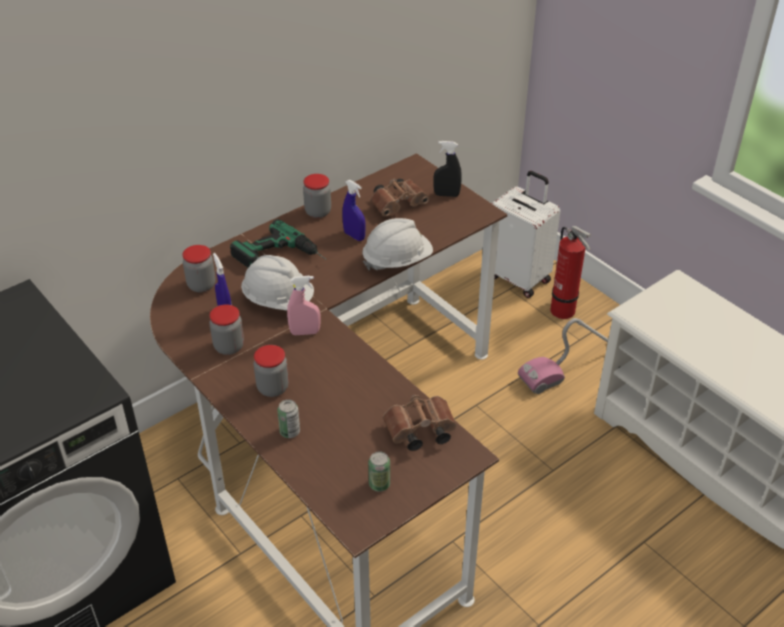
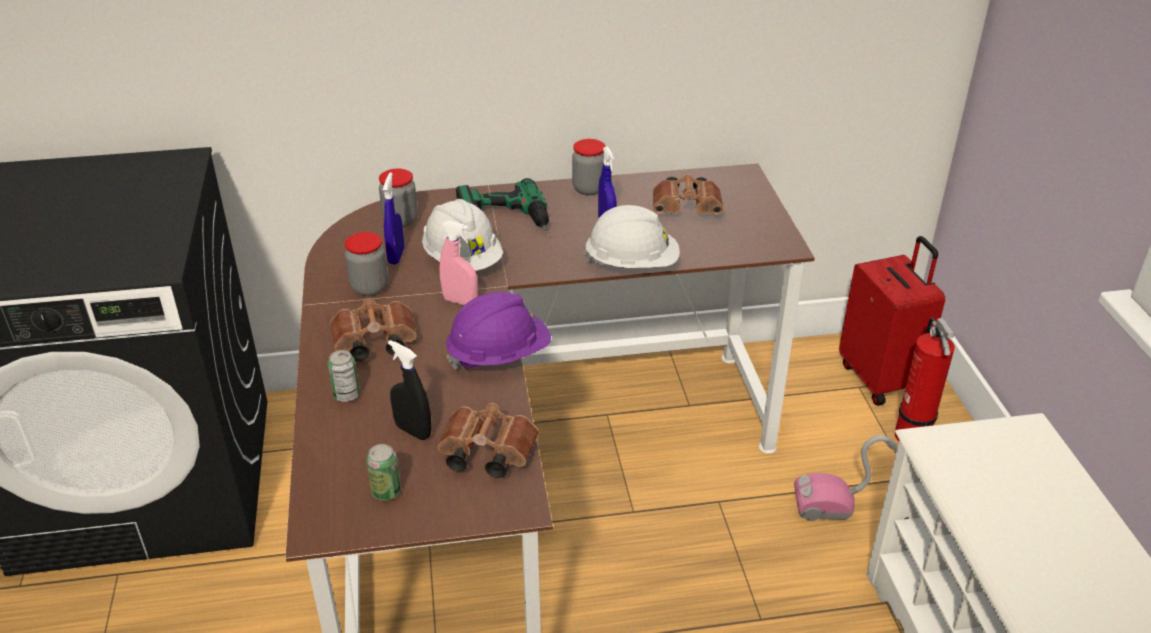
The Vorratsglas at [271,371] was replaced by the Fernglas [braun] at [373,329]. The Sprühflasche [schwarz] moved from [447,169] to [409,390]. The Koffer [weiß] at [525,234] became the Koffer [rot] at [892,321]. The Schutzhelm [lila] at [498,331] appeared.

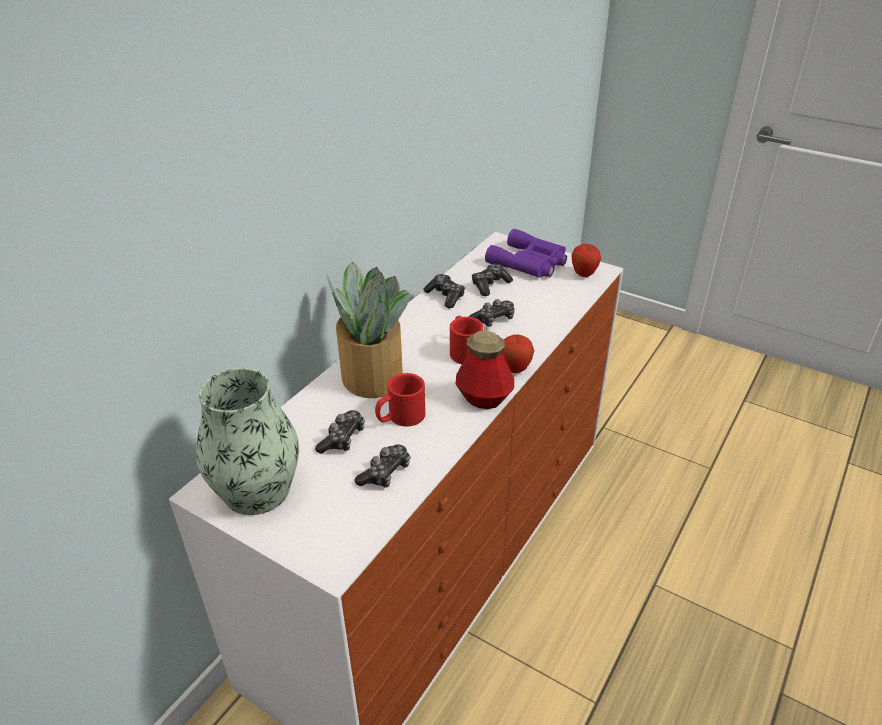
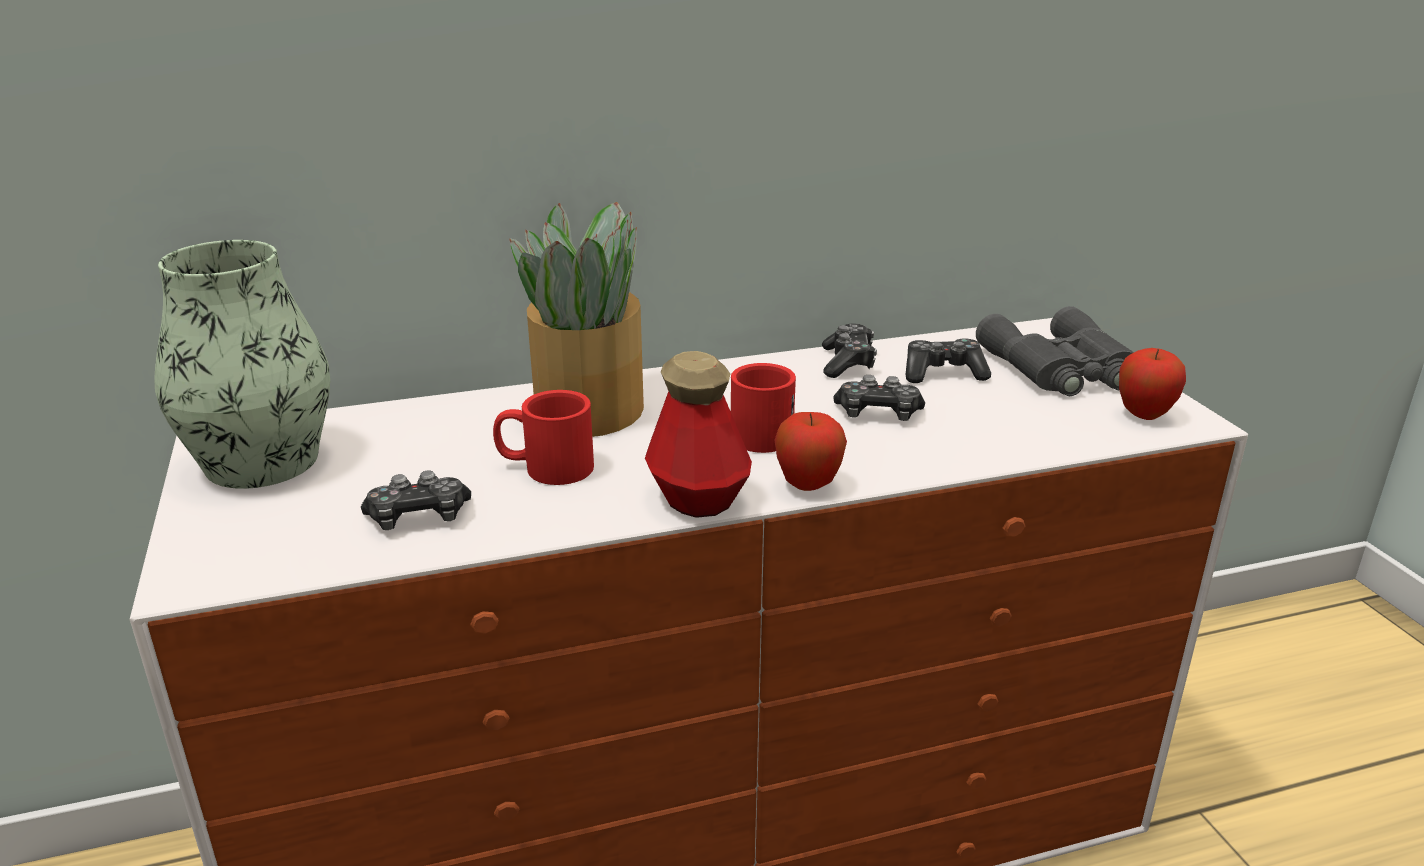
The Gamepad at [340,432] disappeared. The Fernglas [lila] at [526,253] became the Fernglas [grau] at [1055,351].

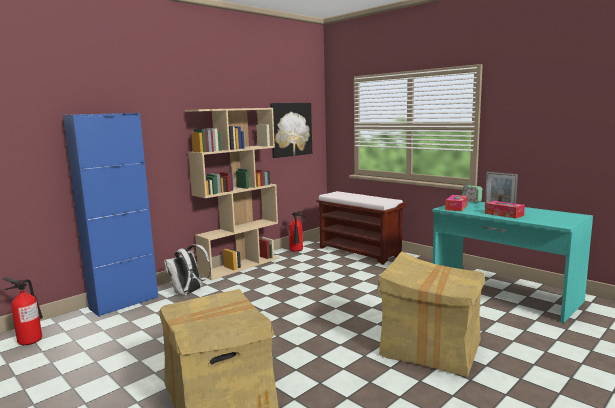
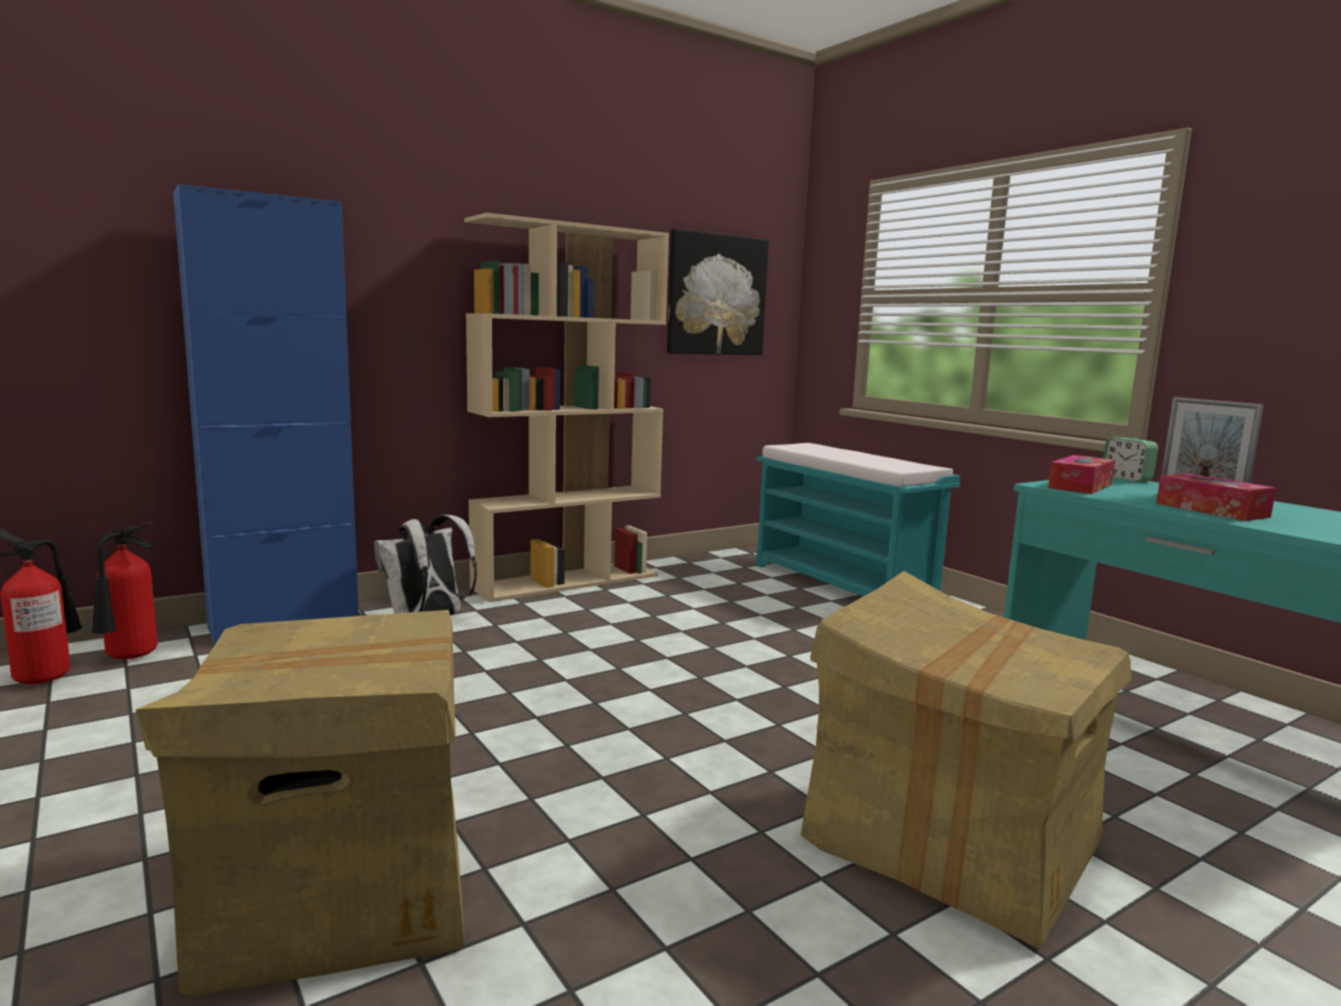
The Feuerlöscher moved from [298,230] to [124,590]. The Bank [braun] at [361,228] became the Bank [türkis] at [858,519].

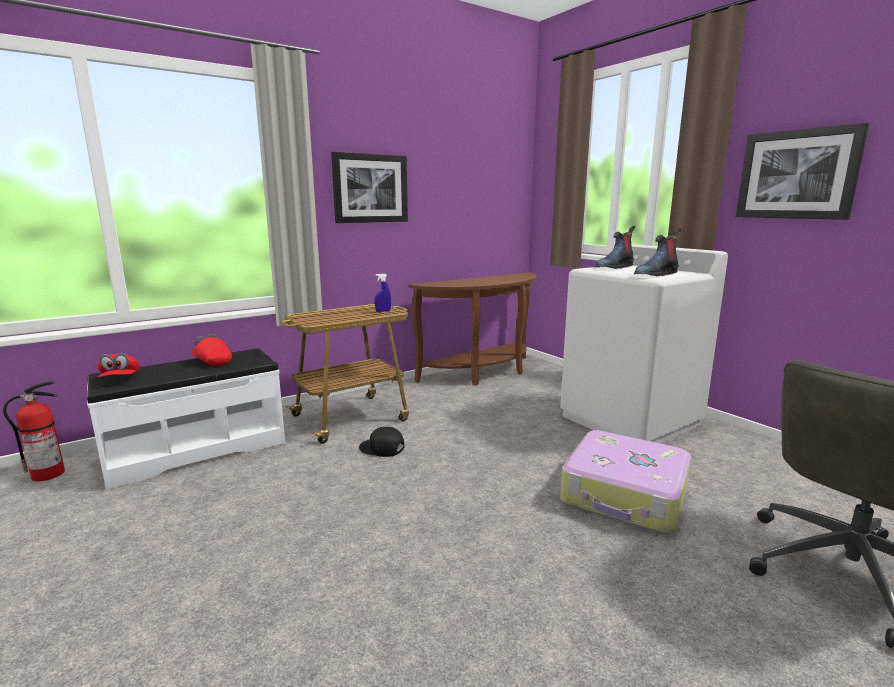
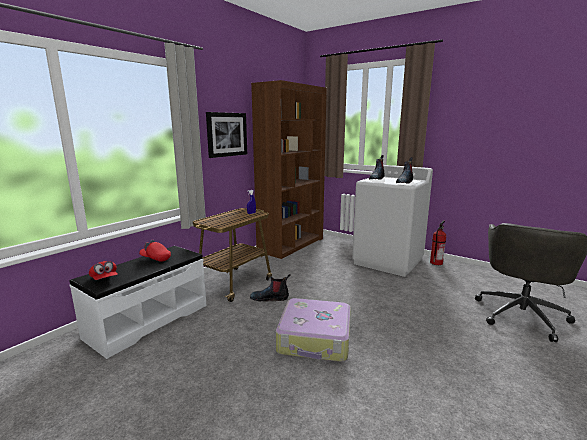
The Feuerlöscher moved from [34,431] to [438,242]. The Kappe [schwarz] at [381,442] was replaced by the Stiefel at [270,287]. The Konsolentisch [braun] at [473,329] was replaced by the Bücherregal [braun] at [289,169]. The Koffer moved from [625,481] to [313,330]. The Bild at [802,171] disappeared.

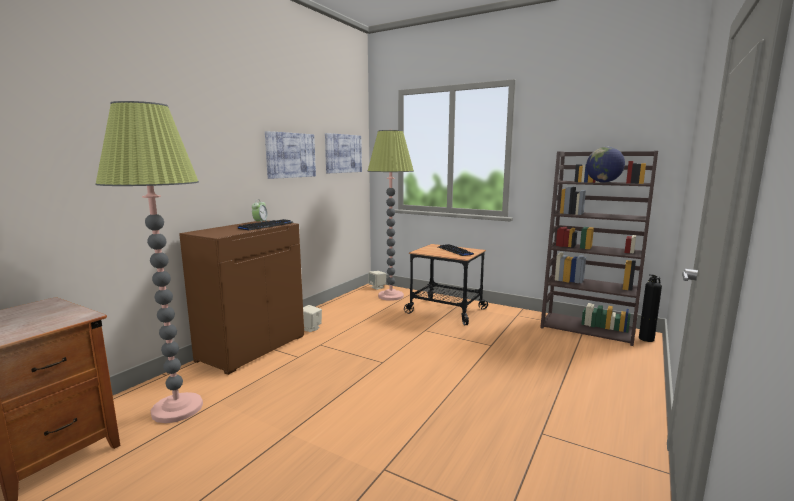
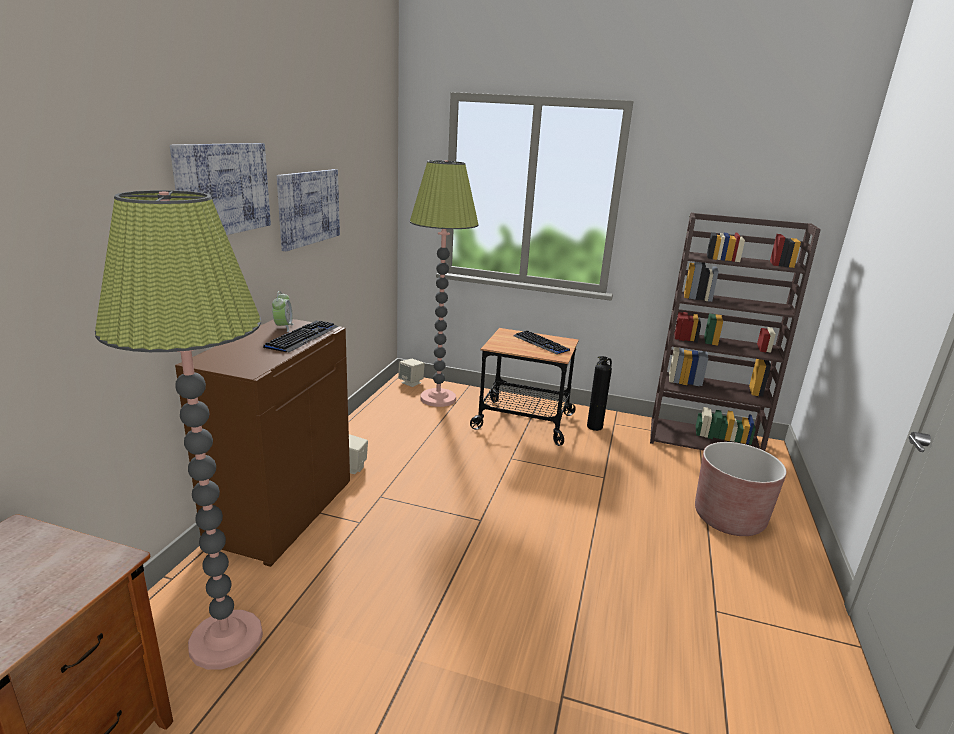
The Bild moved from [343,153] to [220,189]. The Globus at [605,164] disappeared. The Feuerlöscher moved from [650,308] to [599,393]. The Pflanzkübel [braun] at [741,489] appeared.

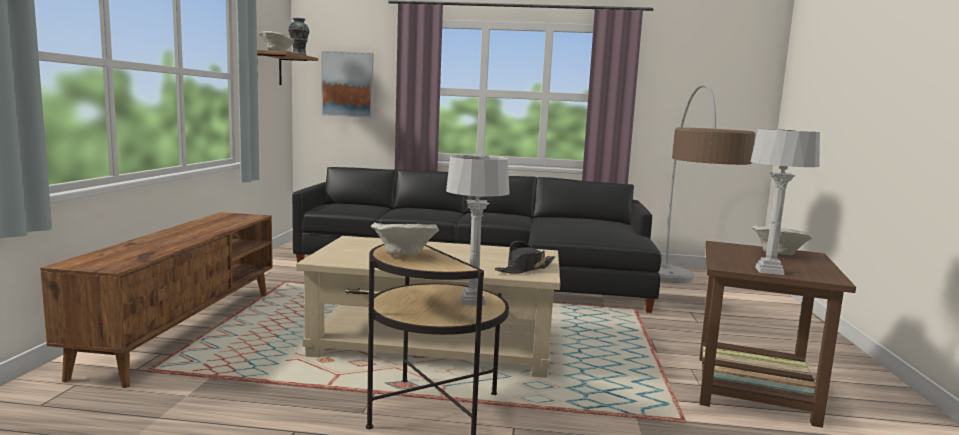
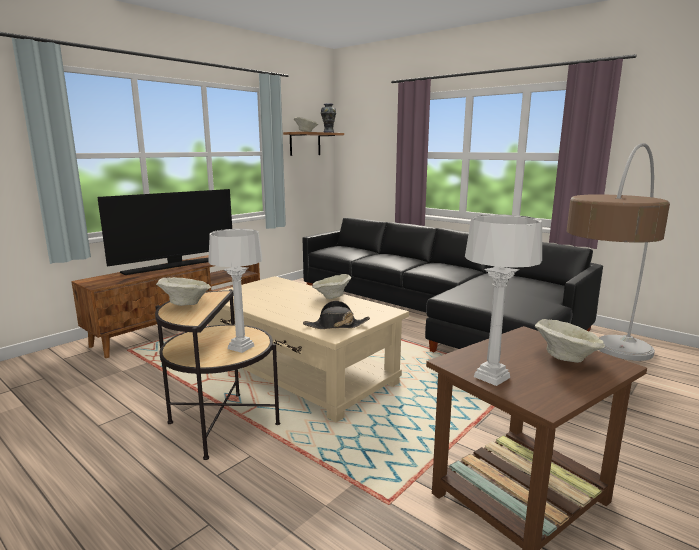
The Bild at [348,84] disappeared. The Fernseher at [164,232] appeared. The Schüssel [beige] at [331,286] appeared.

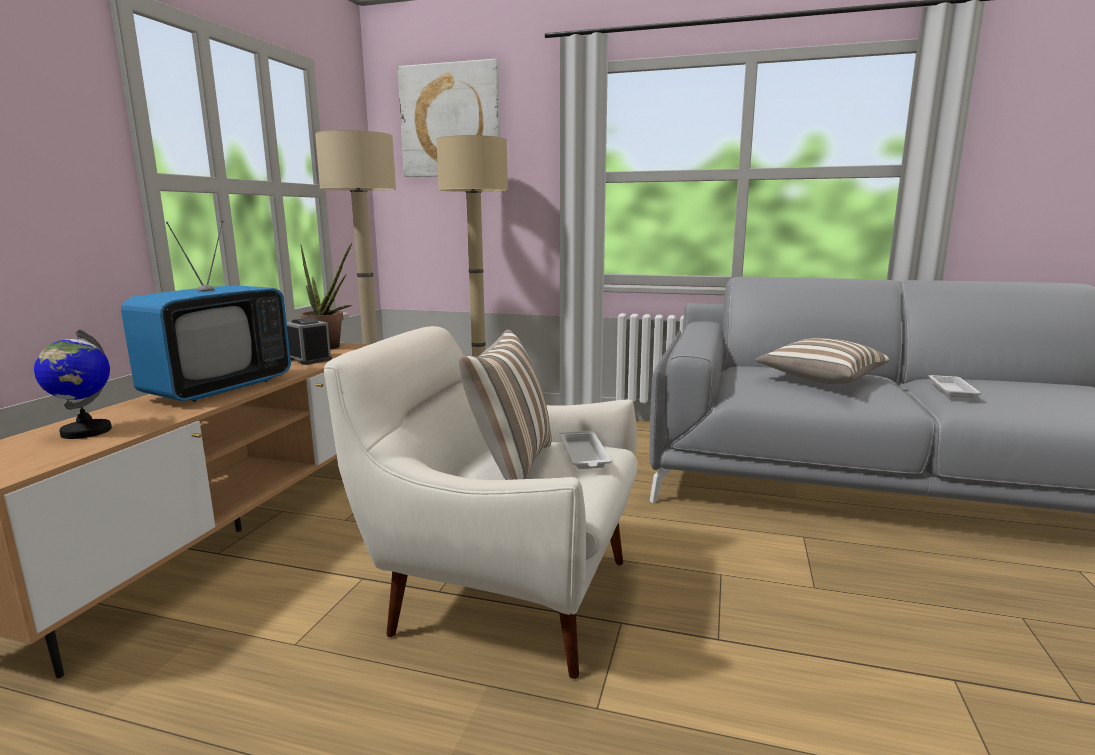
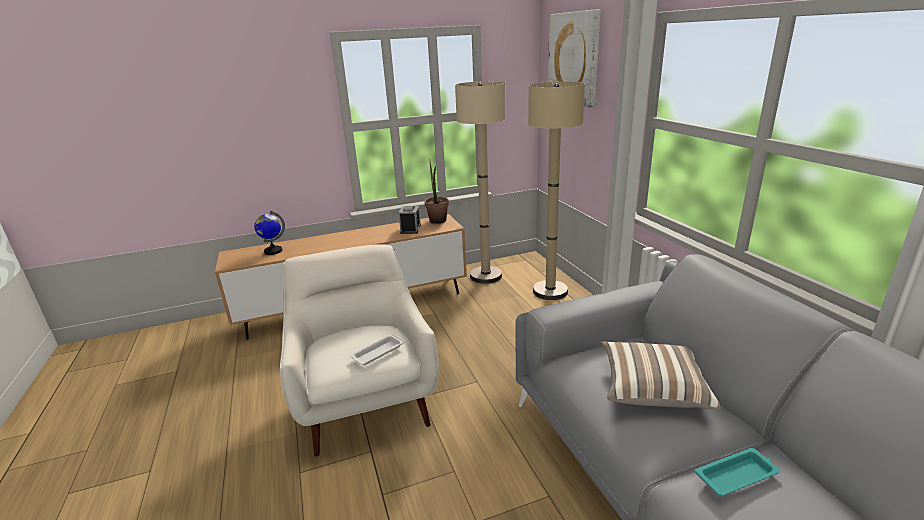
The Fernseher at [206,311] disappeared. The Kissen at [505,404] disappeared. The Tablett [weiß] at [955,386] became the Tablett [türkis] at [737,472].

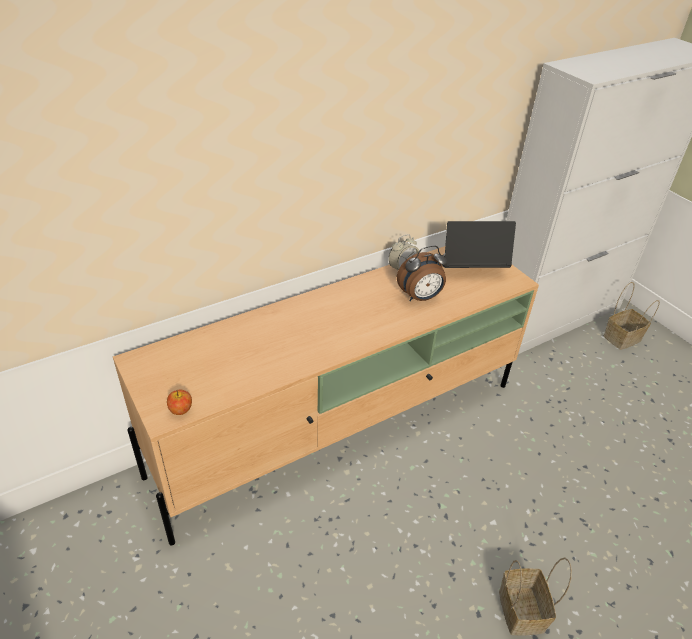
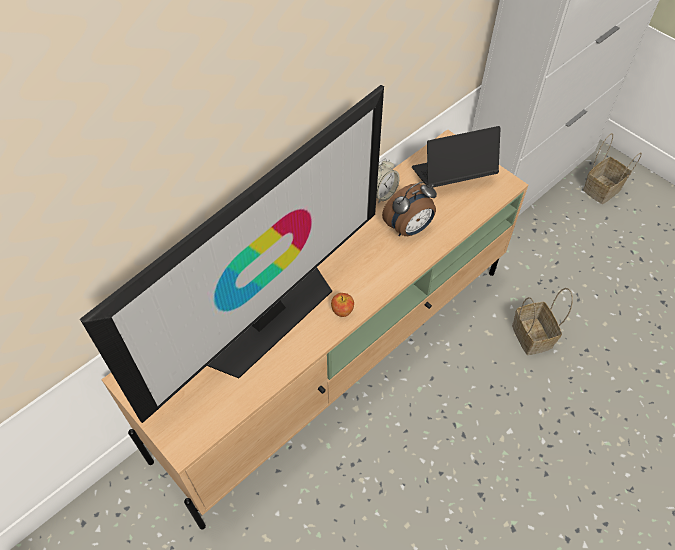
The Apfel moved from [179,402] to [342,305]. The Korb moved from [535,596] to [542,321]. The Fernseher at [232,254] appeared.

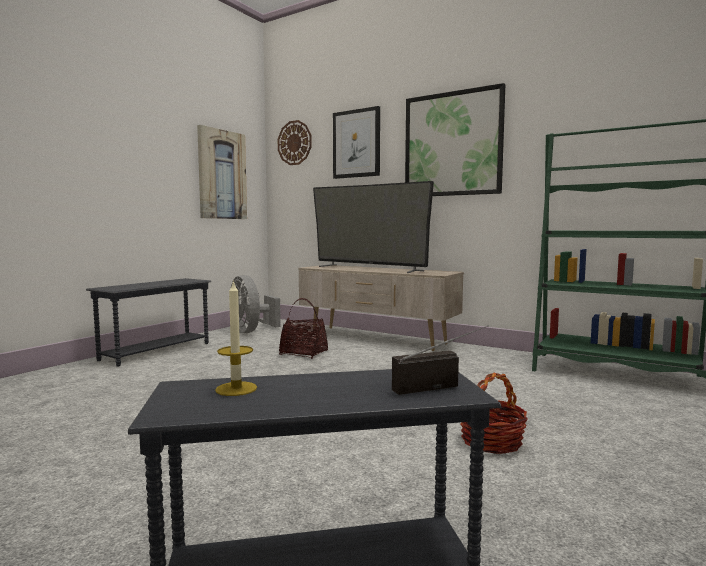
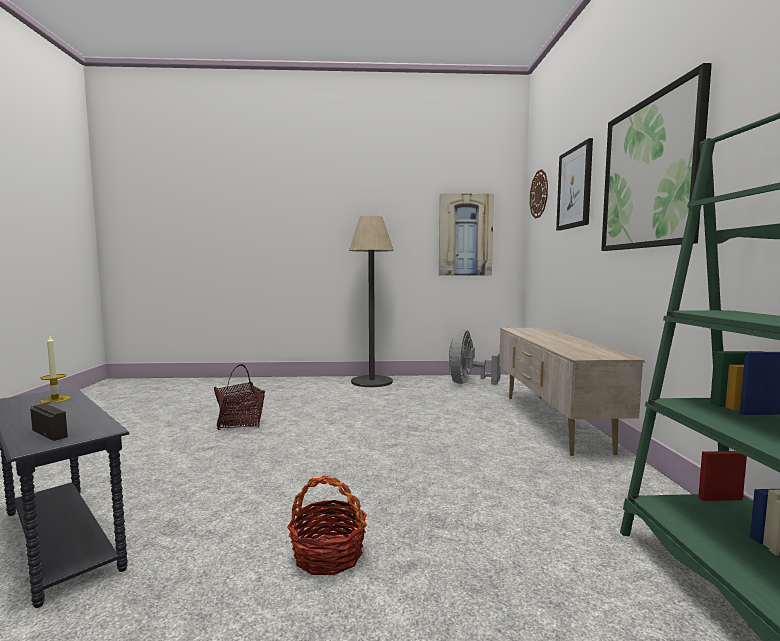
The Beistelltisch [grau] at [148,322] was replaced by the Stehlampe at [371,301]. The Korb moved from [303,328] to [239,397]. The Fernseher at [373,227] disappeared.

